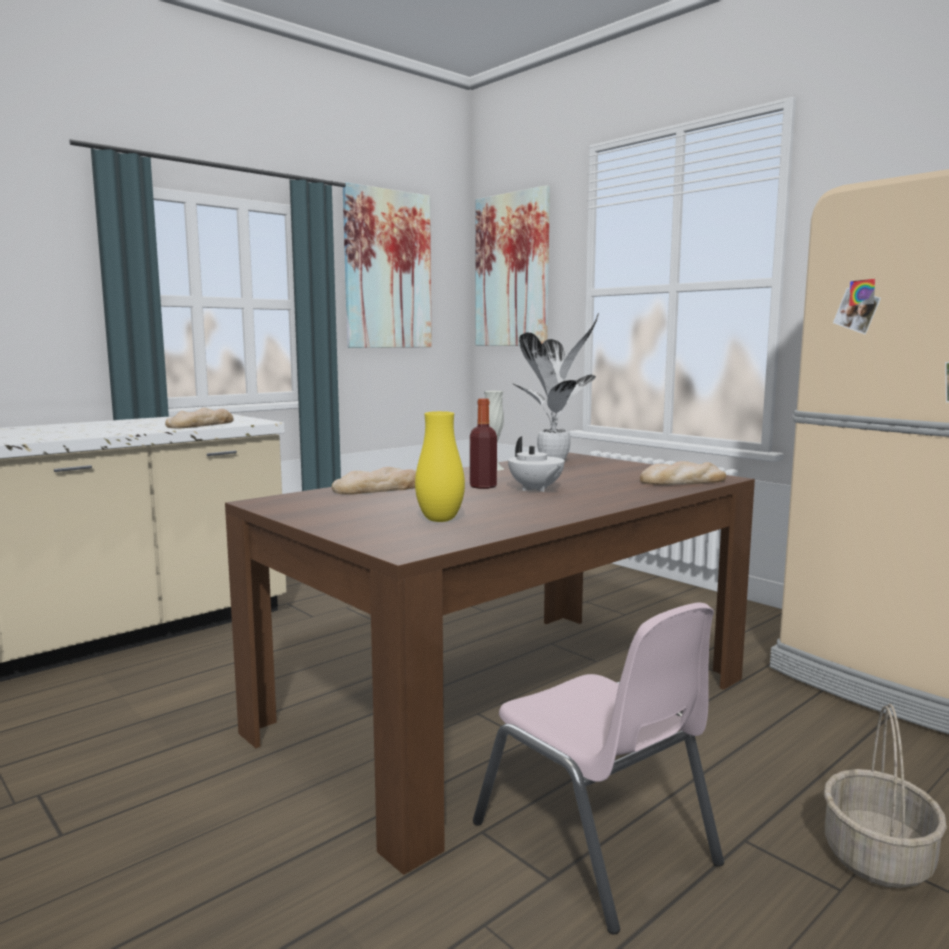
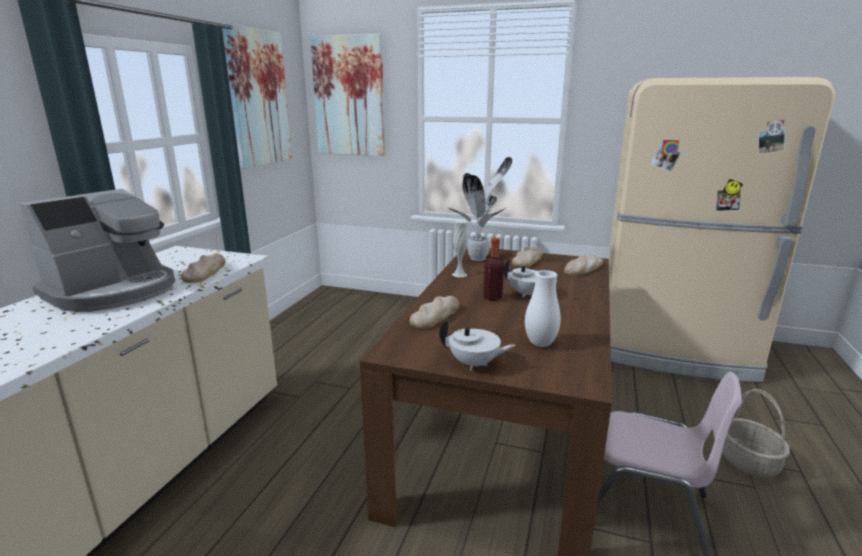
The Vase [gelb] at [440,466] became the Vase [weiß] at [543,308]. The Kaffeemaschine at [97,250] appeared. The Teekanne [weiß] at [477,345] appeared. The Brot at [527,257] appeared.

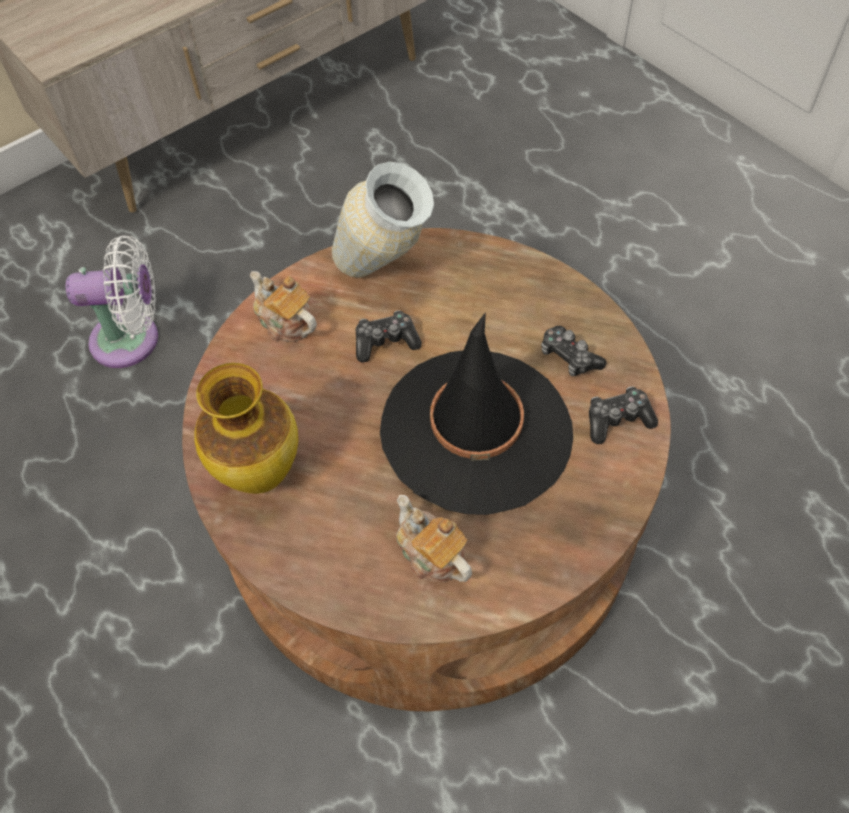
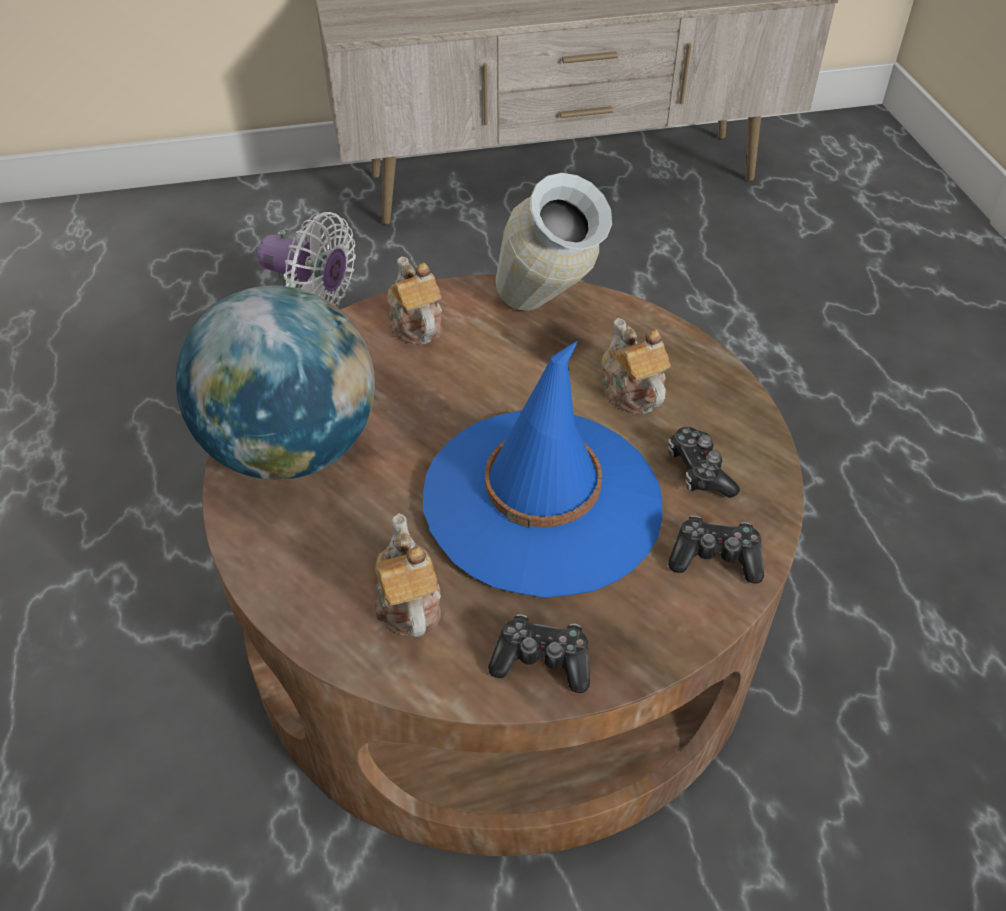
The Vase at [246,428] was replaced by the Globus at [275,382]. The Gamepad moved from [389,336] to [539,653]. The Hut [schwarz] at [476,413] became the Hut [blau] at [542,469]. The Teekanne at [636,366] appeared.

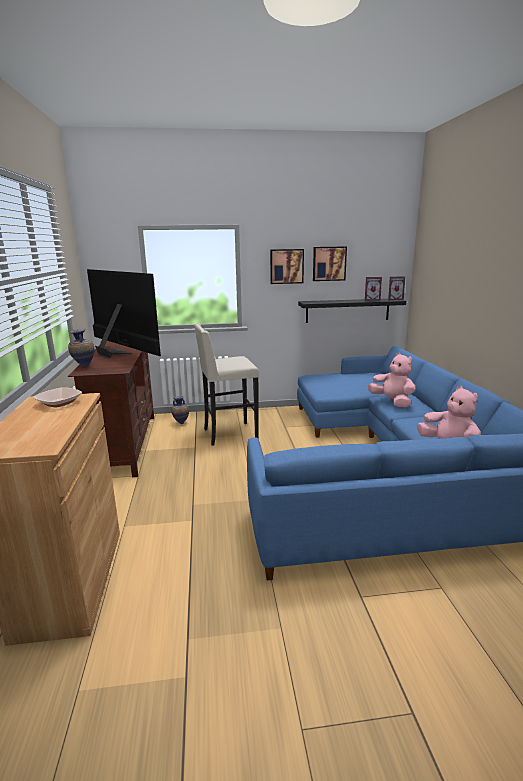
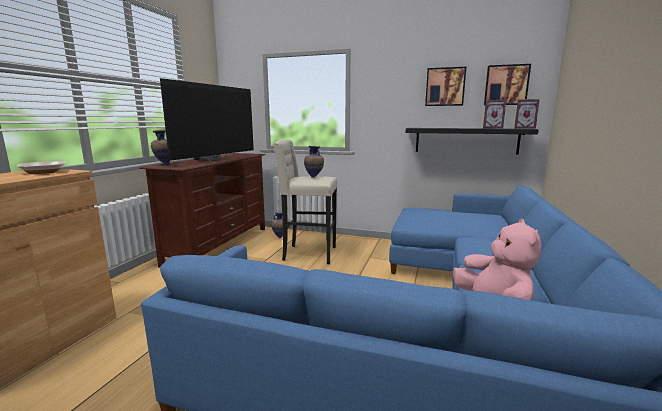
The Fernseher at [124,313] turned 45 degrees clockwise. The Bild moved from [287,266] to [507,84]. The Plüschtier [rosa] at [391,380] disappeared. The Vase at [314,162] appeared.

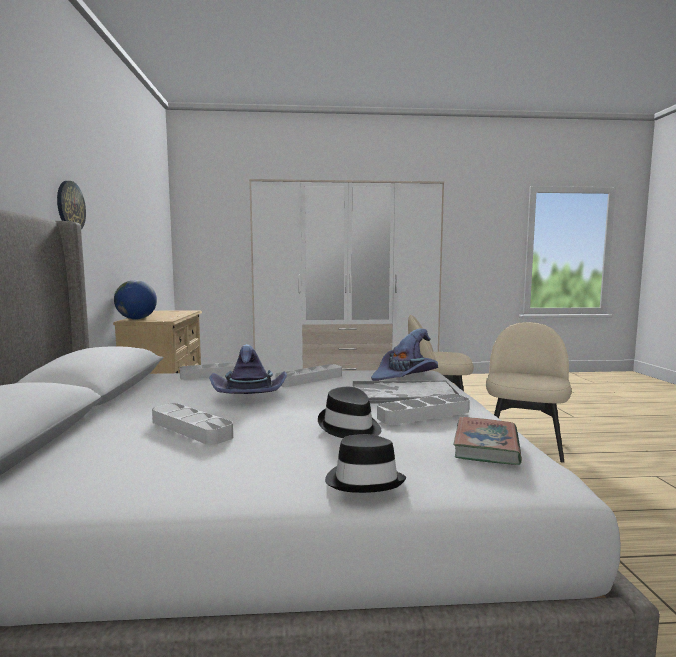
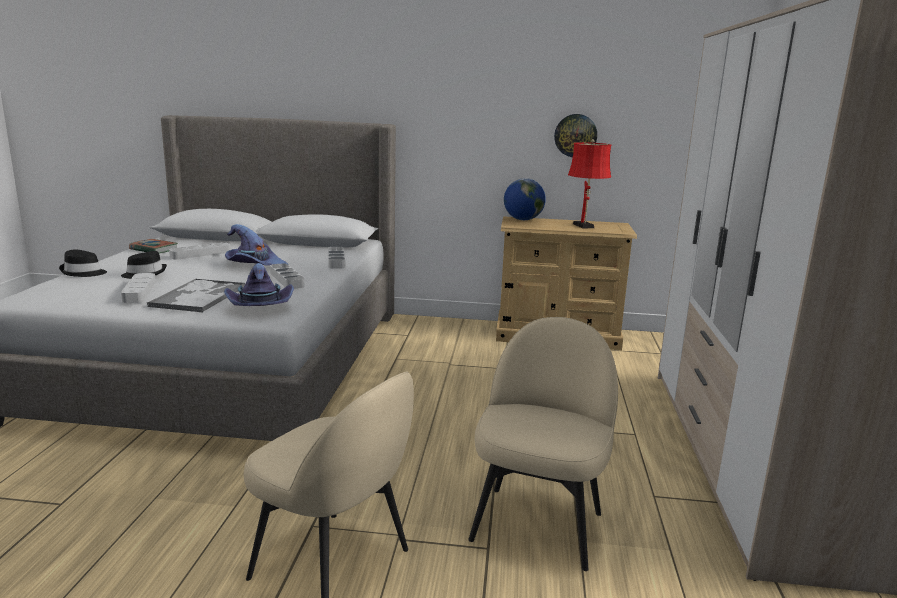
The Wanduhr moved from [71,205] to [575,135]. The Buch moved from [487,441] to [153,246]. The Tischlampe [rot] at [589,184] appeared.

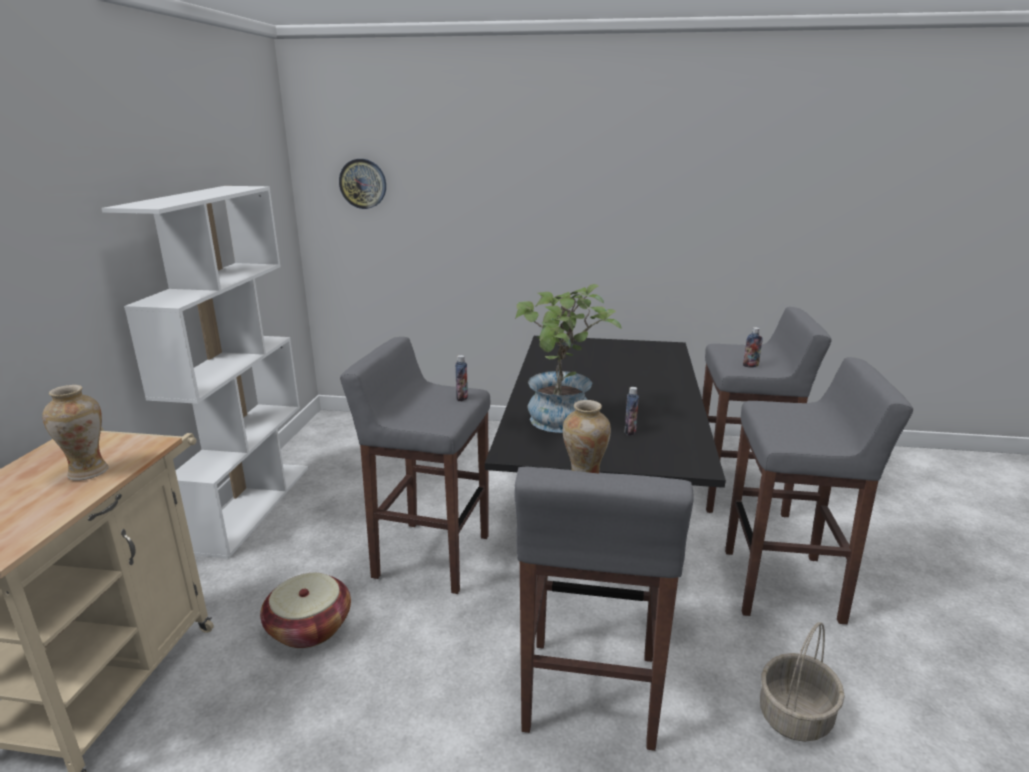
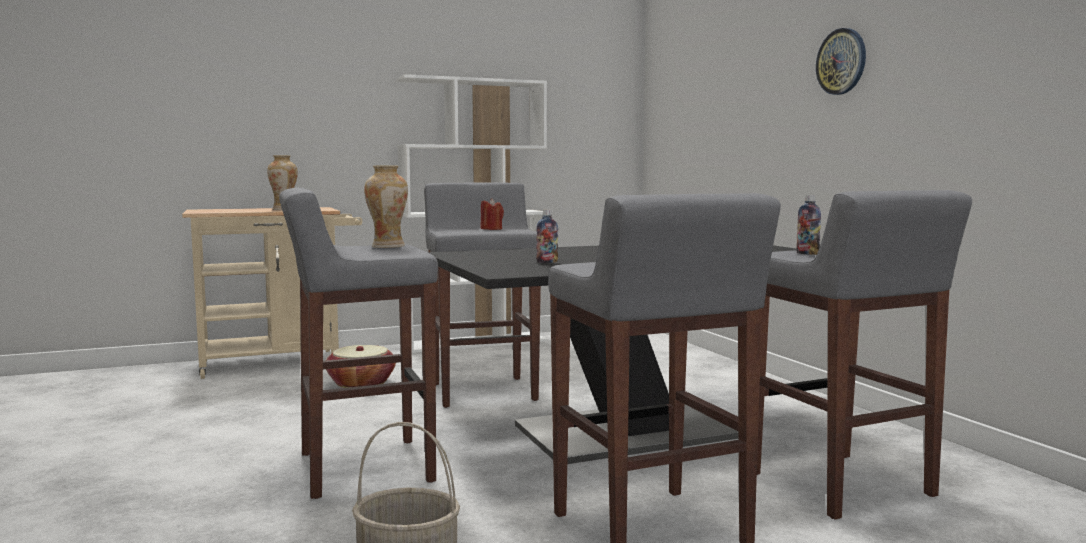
The Wanduhr moved from [362,184] to [841,61]. The Flasche at [461,378] disappeared. The Topfpflanze at [568,358] disappeared. The Kerze [rot] at [492,214] appeared.

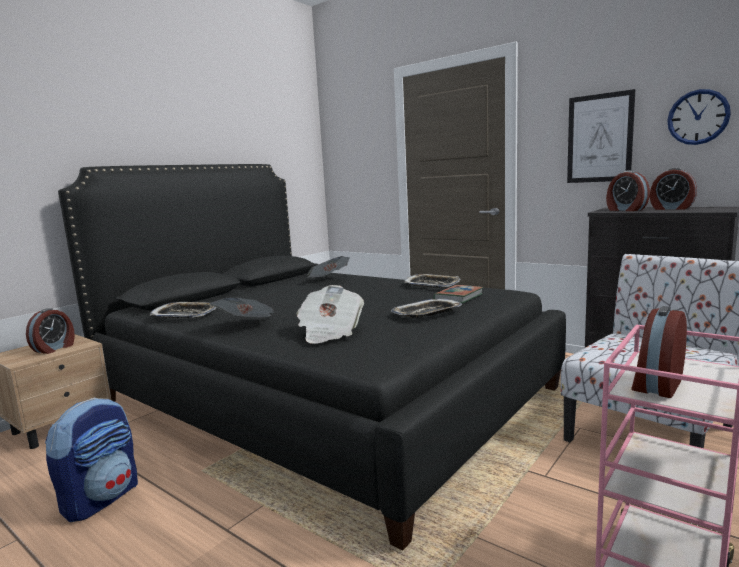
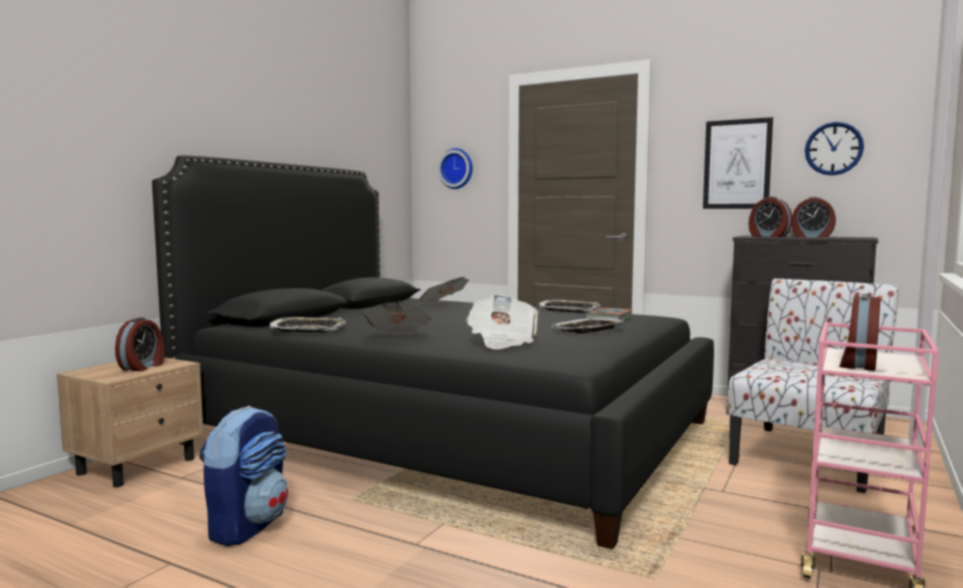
The Wanduhr at [455,168] appeared.

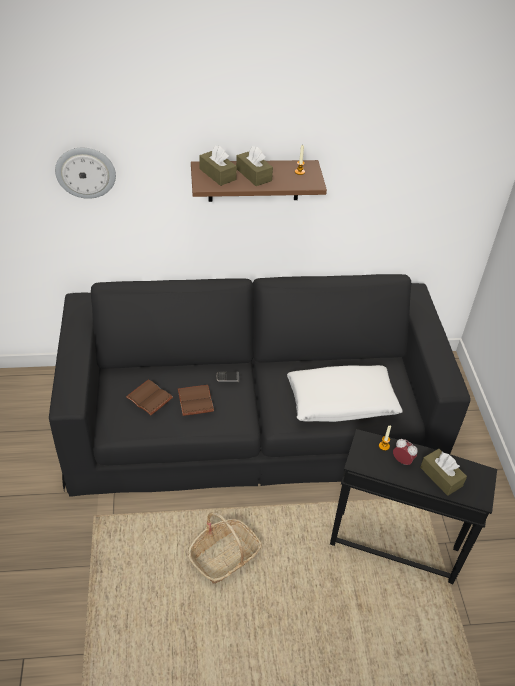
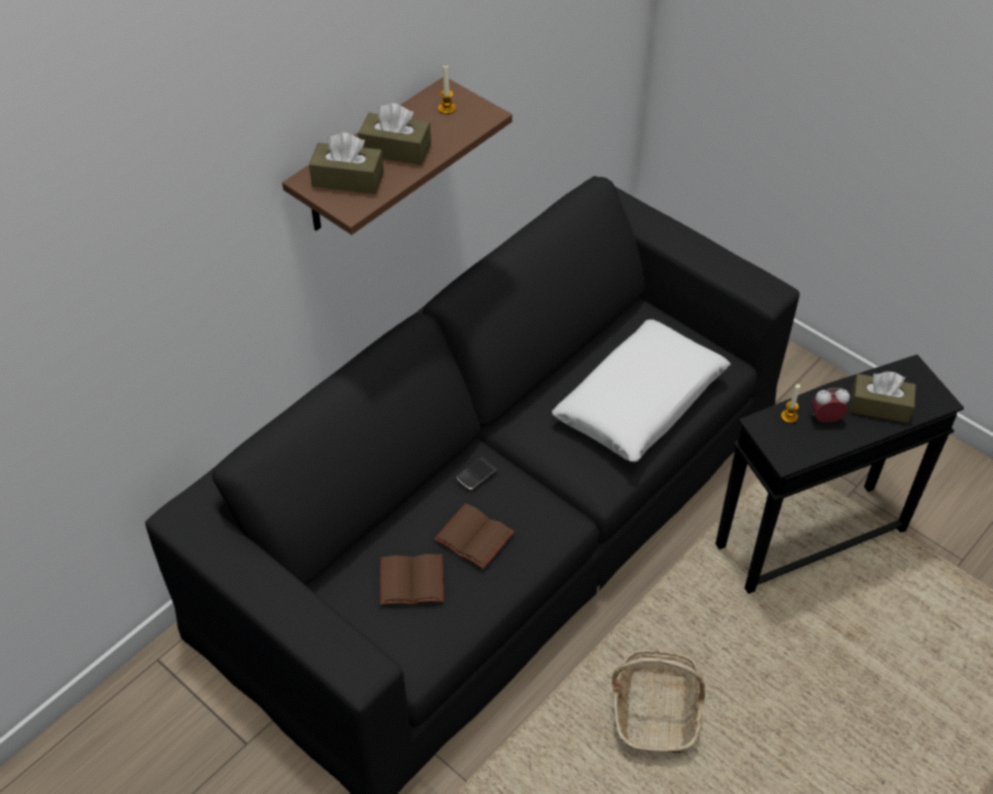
The Wanduhr at [85,173] disappeared.

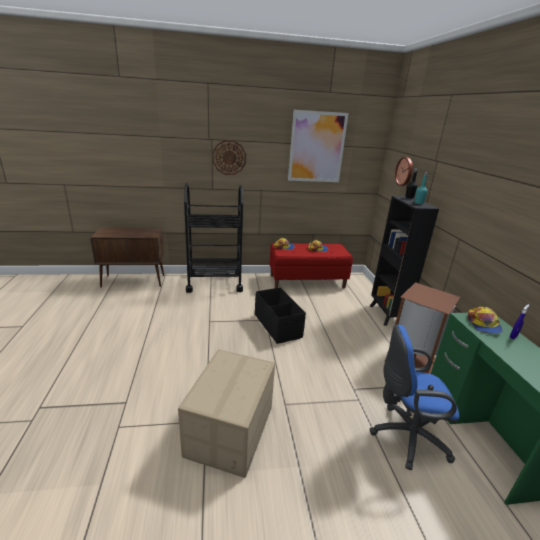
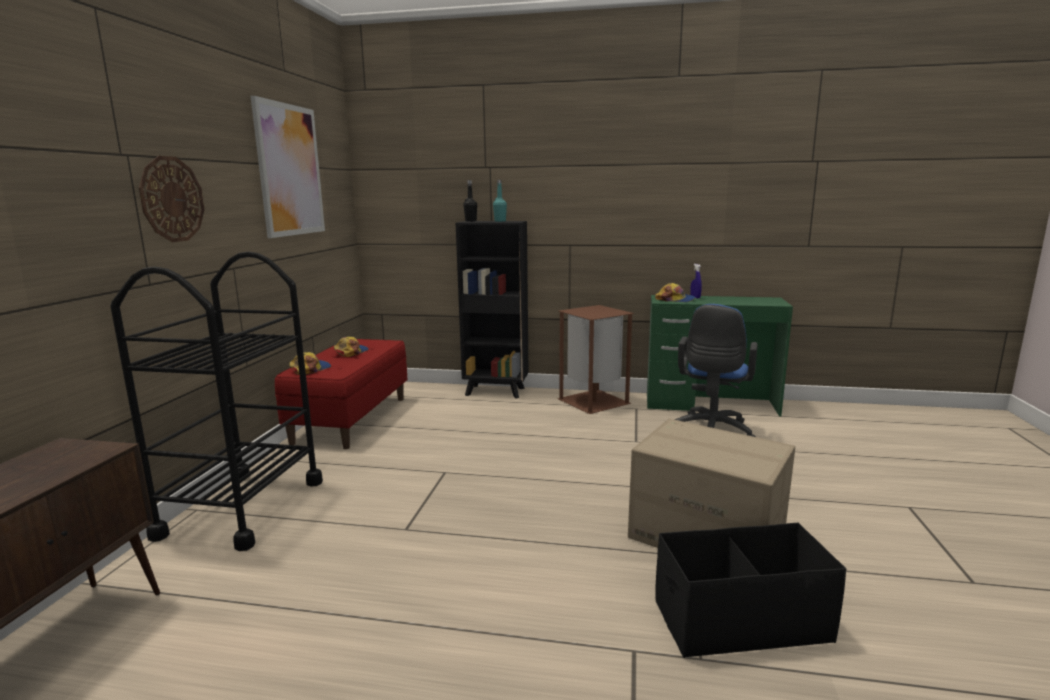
The Aufbewahrungsbox [schwarz] moved from [280,315] to [751,590]. The Wanduhr at [404,171] disappeared.

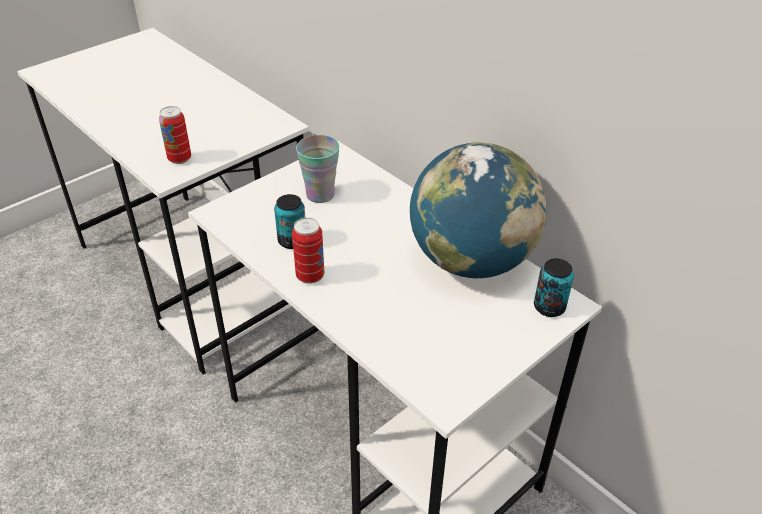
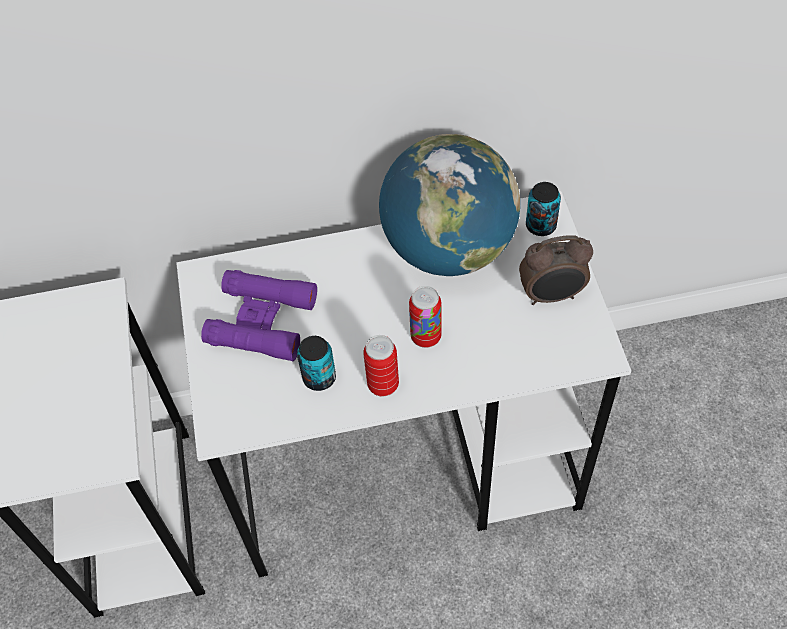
The Dose moved from [175,135] to [425,317]. The Tasse at [317,169] was replaced by the Fernglas [lila] at [259,315]. The Wecker at [556,270] appeared.

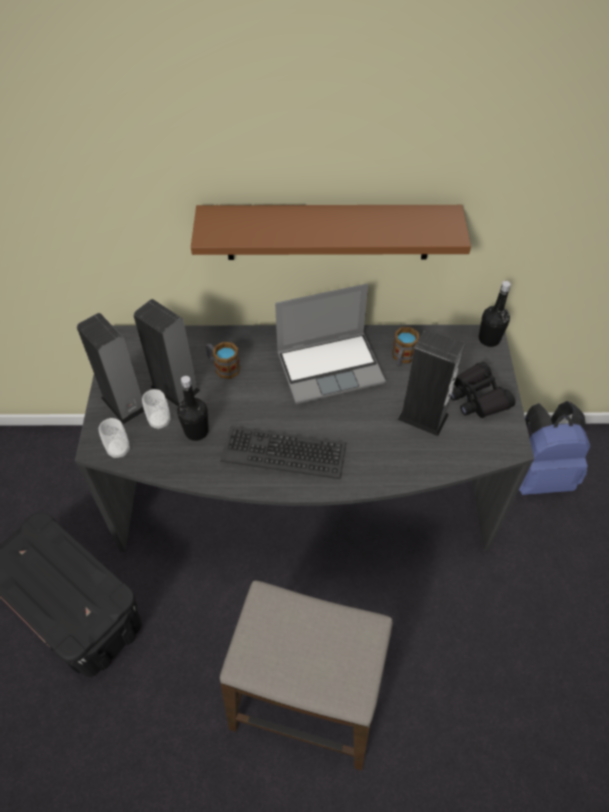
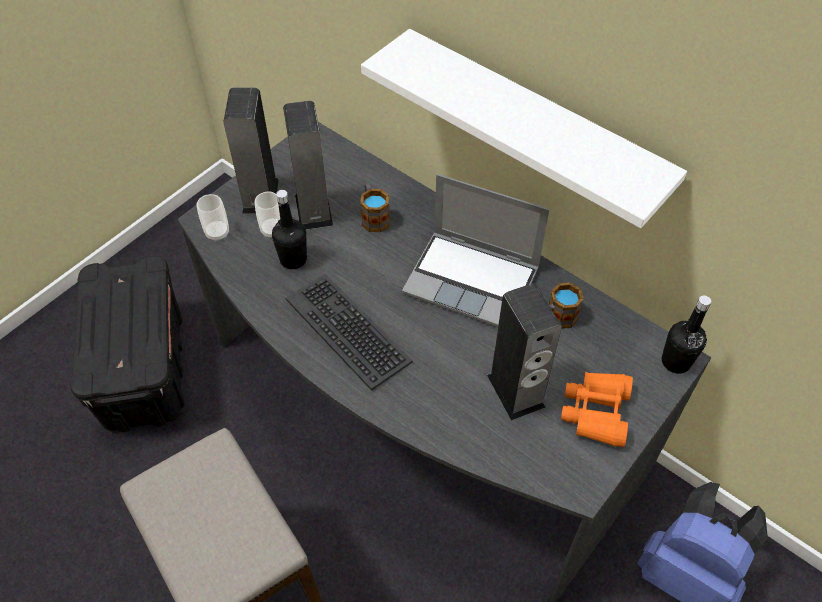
The Wandregal [braun] at [331,232] became the Wandregal [weiß] at [524,128]. The Fernglas [schwarz] at [482,390] became the Fernglas [orange] at [597,409].

